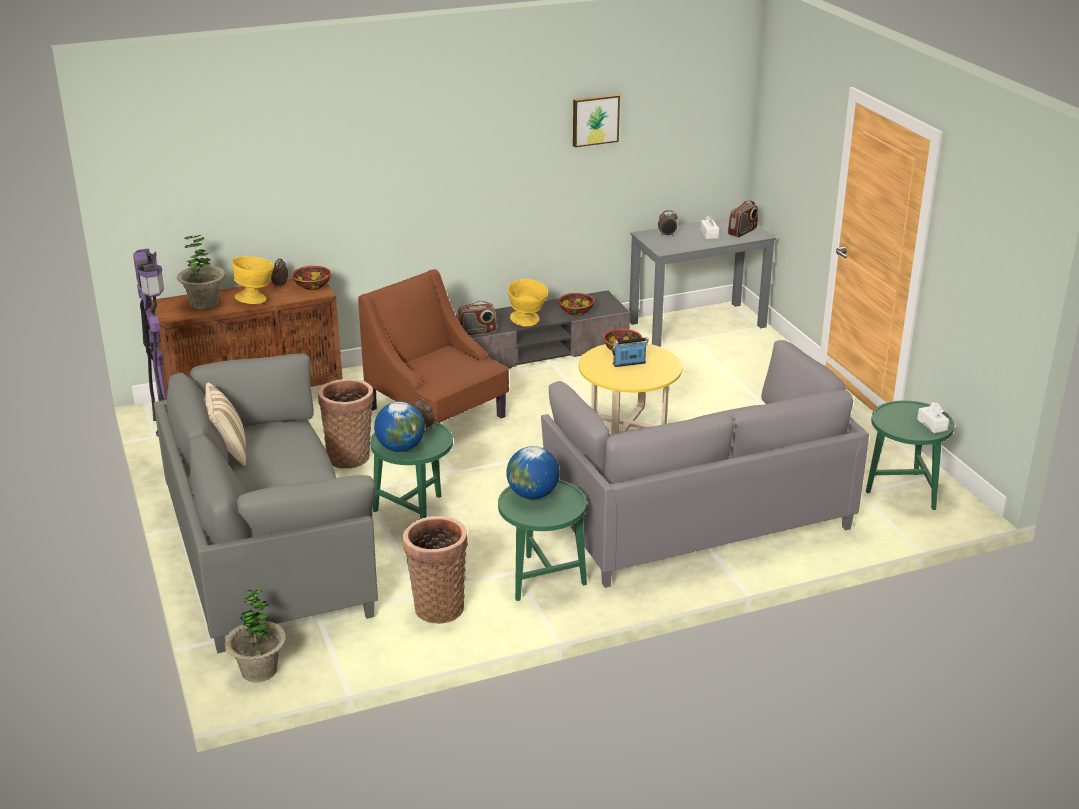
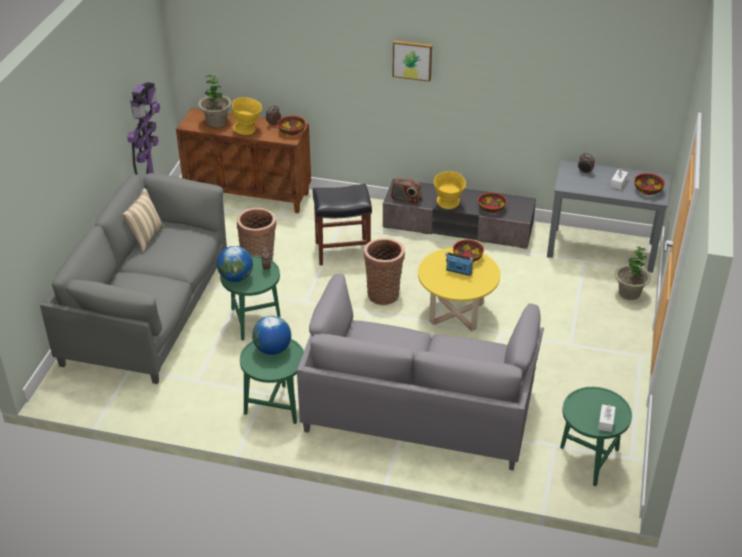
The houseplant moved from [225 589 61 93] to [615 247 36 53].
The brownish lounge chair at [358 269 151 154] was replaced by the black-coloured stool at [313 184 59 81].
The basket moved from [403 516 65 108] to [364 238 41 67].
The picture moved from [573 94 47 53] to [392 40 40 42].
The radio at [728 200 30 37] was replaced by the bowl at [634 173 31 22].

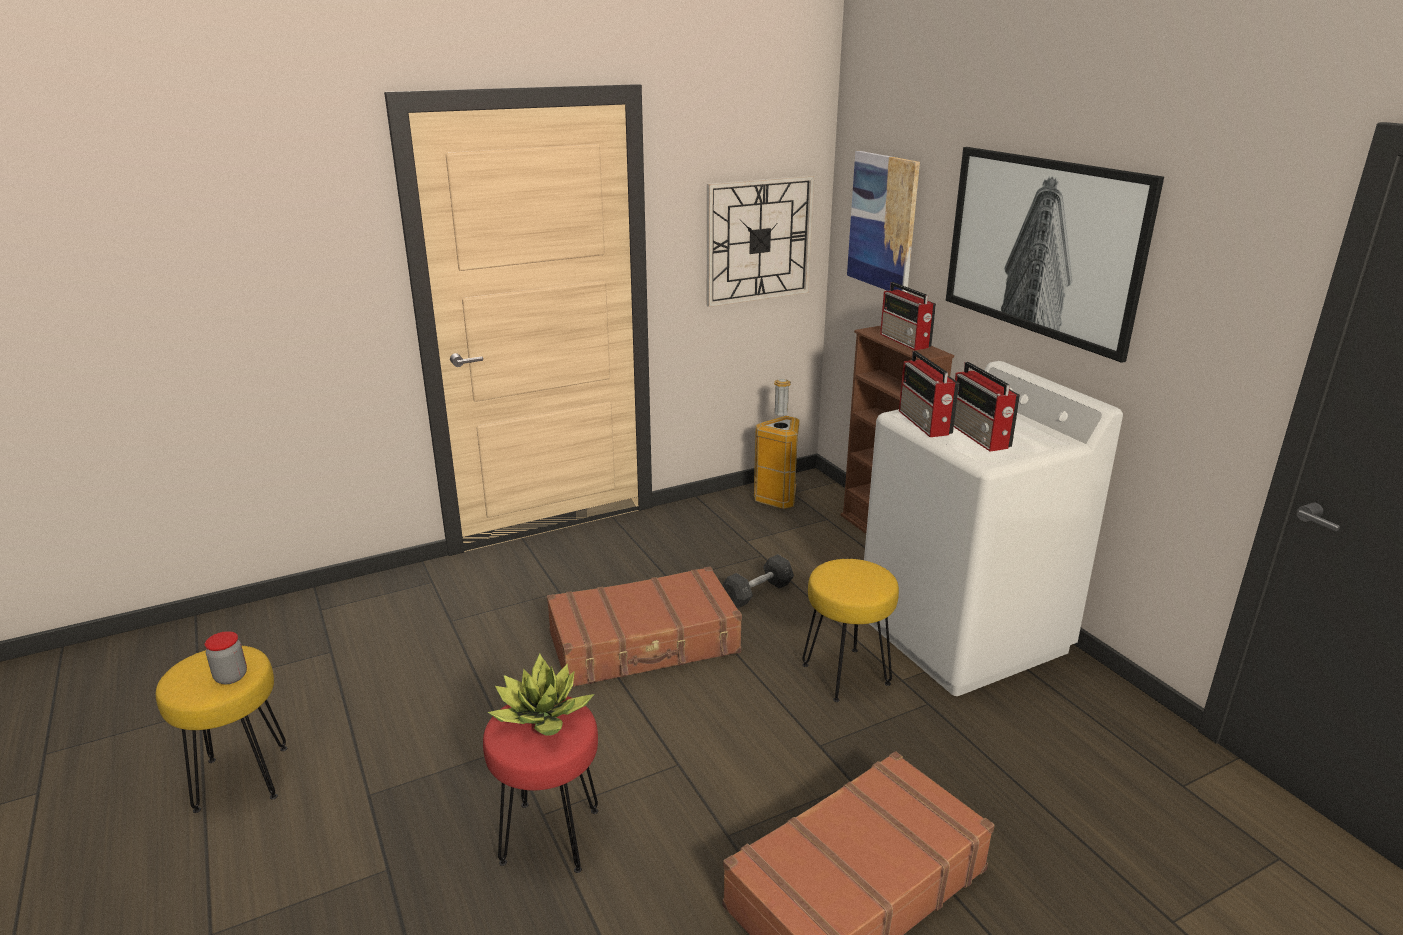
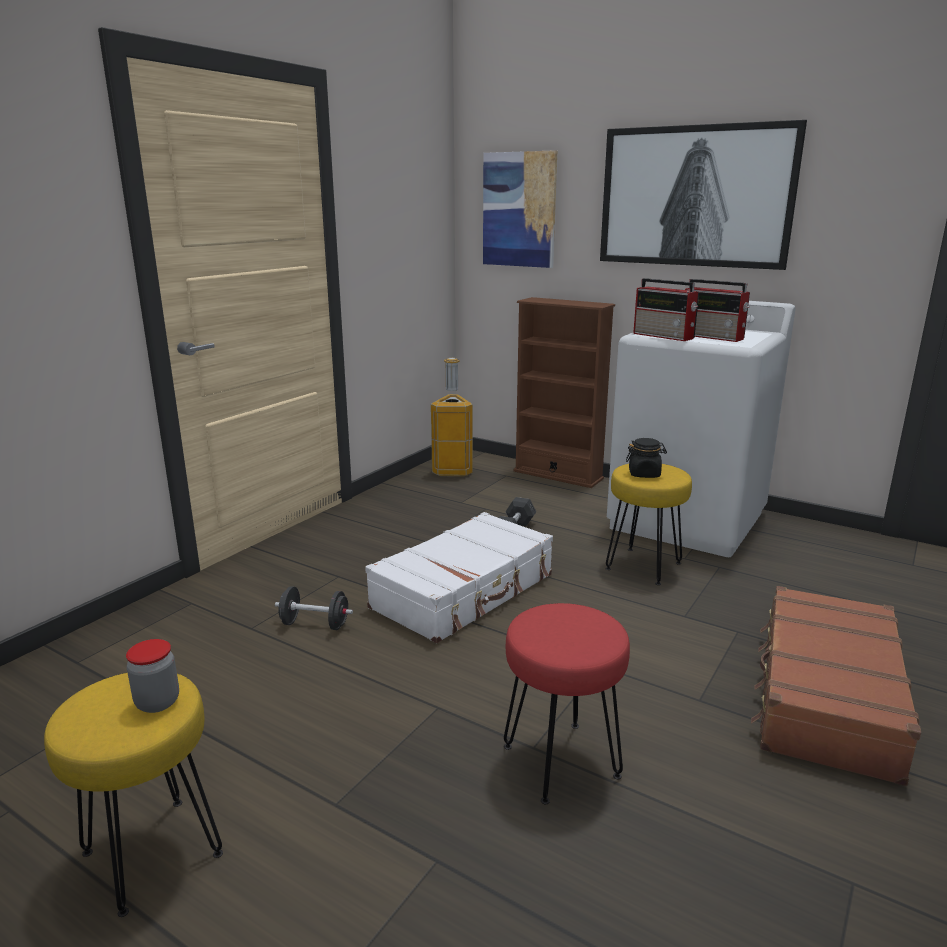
The houseplant at [488 654 106 82] disappeared.
The brownish suitcase at [547 566 195 121] became the white suitcase at [365 512 188 131].
The hanging clock at [707 175 107 132] disappeared.
The radio at [880 282 56 68] disappeared.
The black-coloured hand weight at [275 586 78 44] appeared.
The black-coloured storage jar at [626 438 41 40] appeared.

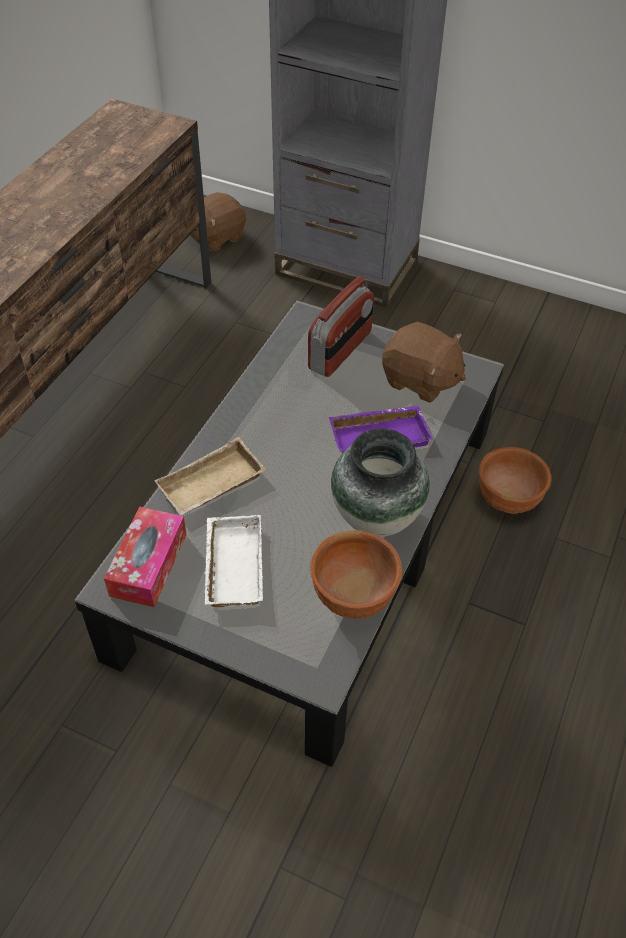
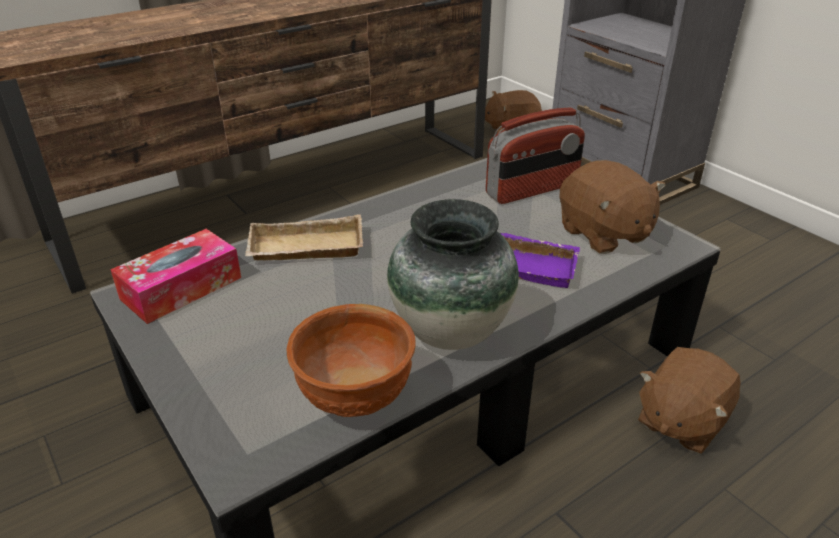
The white tray at [205 515 58 92] disappeared.
The brownish bowl at [479 447 72 67] was replaced by the brownish cuddly toy at [638 347 103 107].

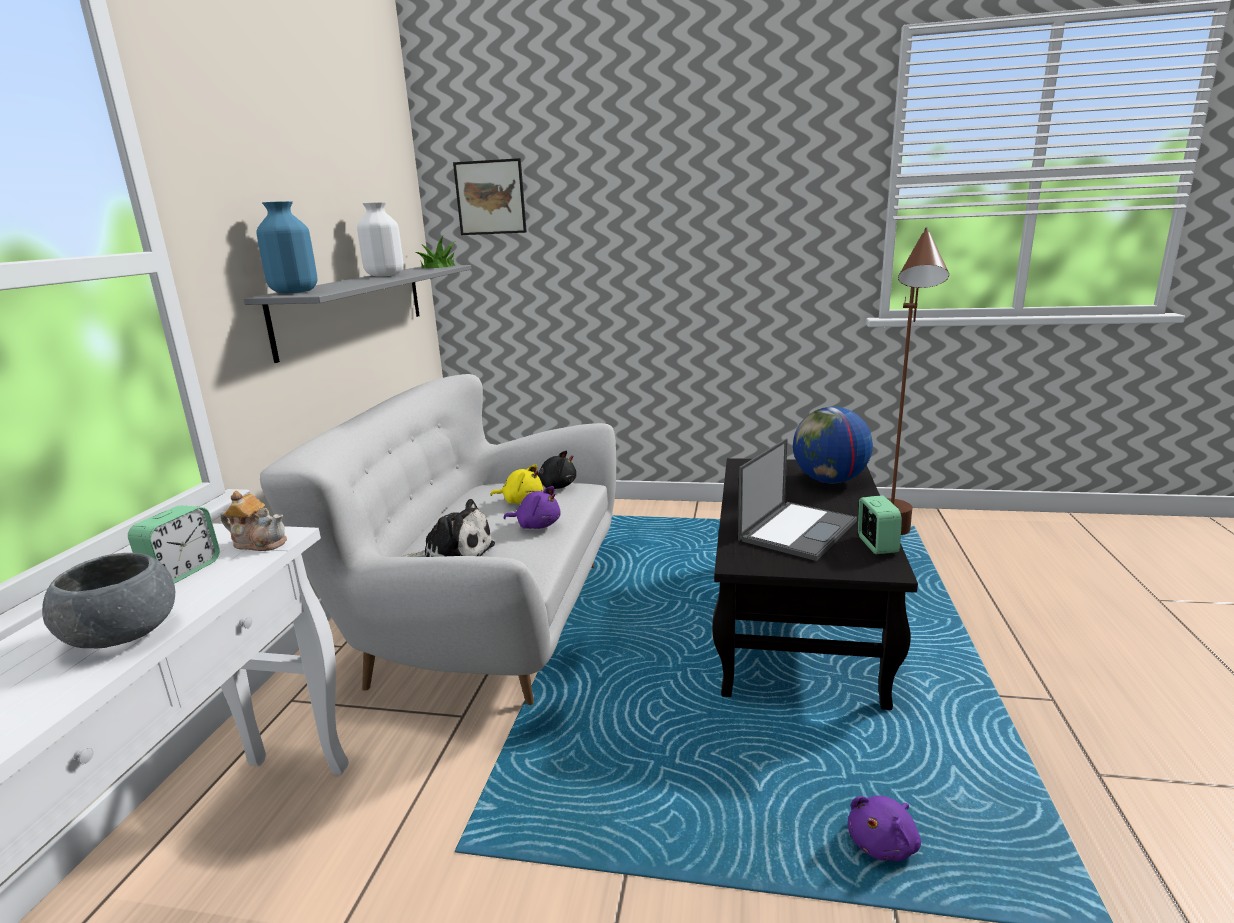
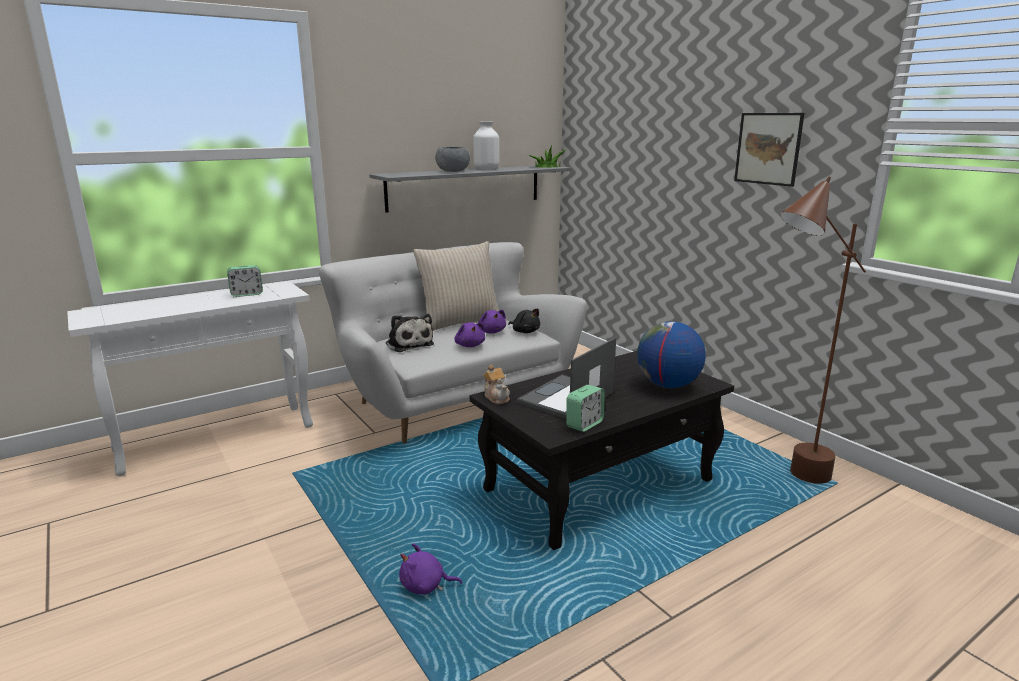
The greyish bowl moved from [42 553 133 95] to [435 147 35 25].
The pot for tea moved from [220 491 67 60] to [483 364 27 40].
The blue flower vase at [256 201 61 92] disappeared.
The picture moved from [453 158 74 77] to [734 113 71 74].
The yellow cuddly toy at [490 464 53 40] became the purple cuddly toy at [478 310 28 23].
The portable computer at [738 438 119 123] turned 135 degrees clockwise.
The beige-coloured cushion at [413 241 86 90] appeared.

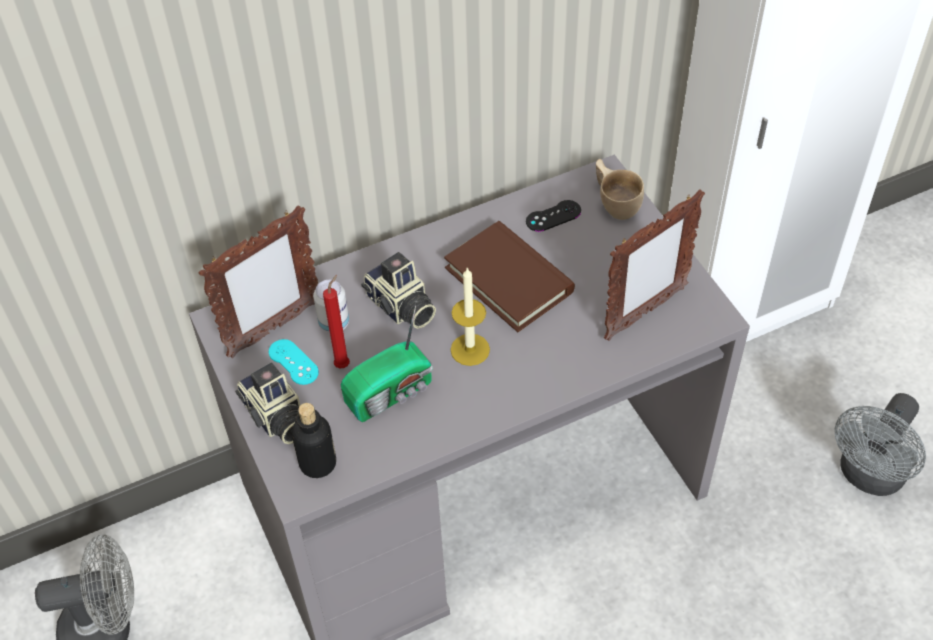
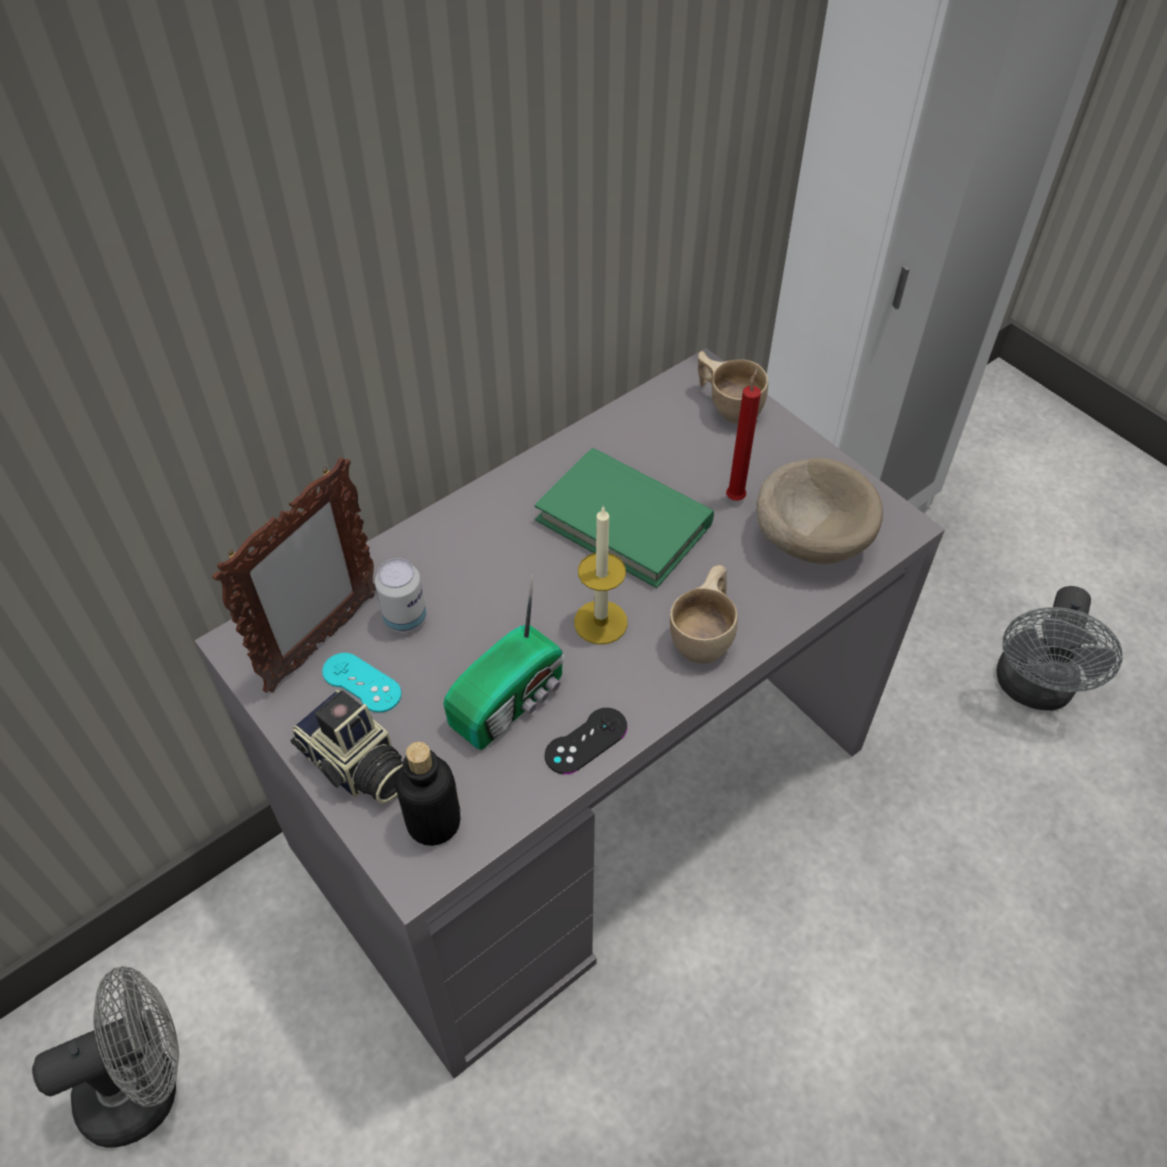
The reddish wax candle moved from [323 275 27 94] to [726 366 35 135].
The photo camera at [361 252 75 77] disappeared.
The brownish book at [444 221 131 111] became the green-coloured book at [535 448 179 140].
The black-coloured gamepad moved from [526 200 55 32] to [545 708 83 66].
The standing frame at [604 190 101 151] was replaced by the beige-coloured bowl at [756 458 127 106].
The beige-coloured cup at [670 565 68 99] appeared.

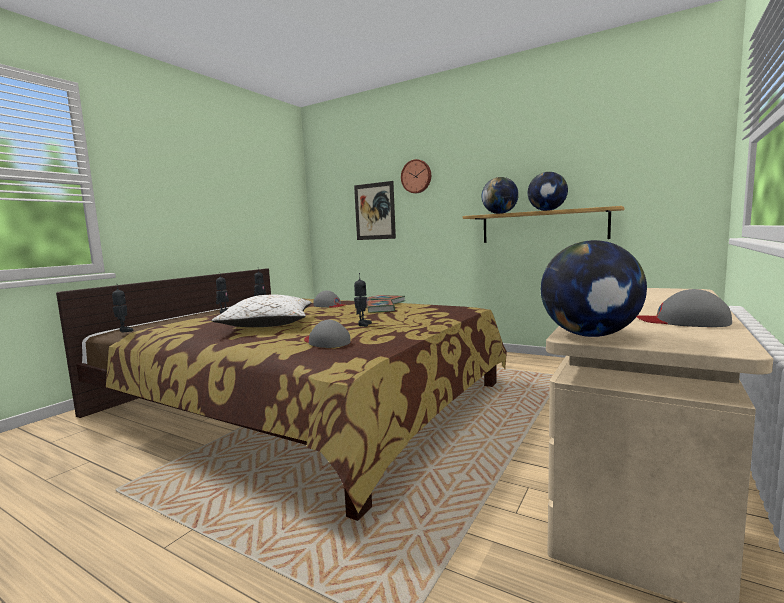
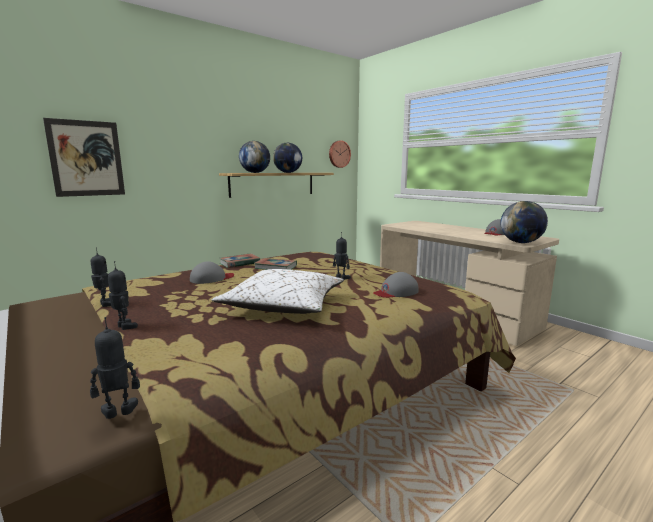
The hanging clock moved from [401 159 30 34] to [329 141 22 27].

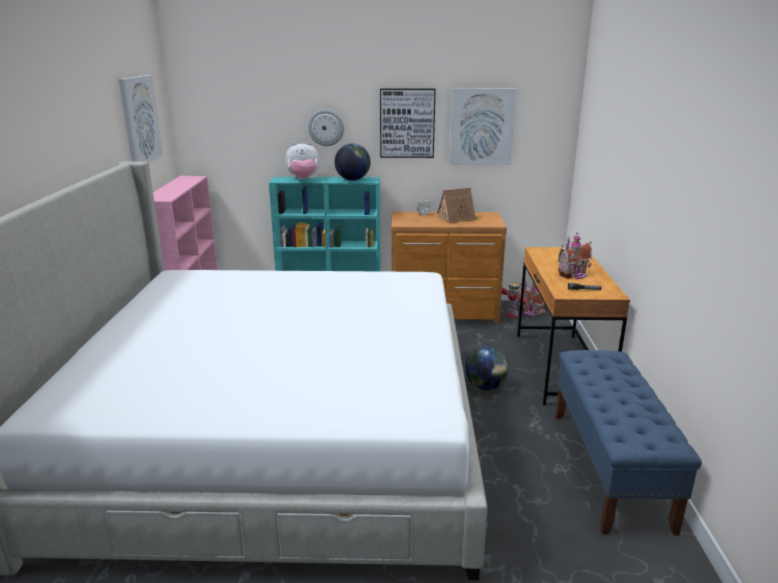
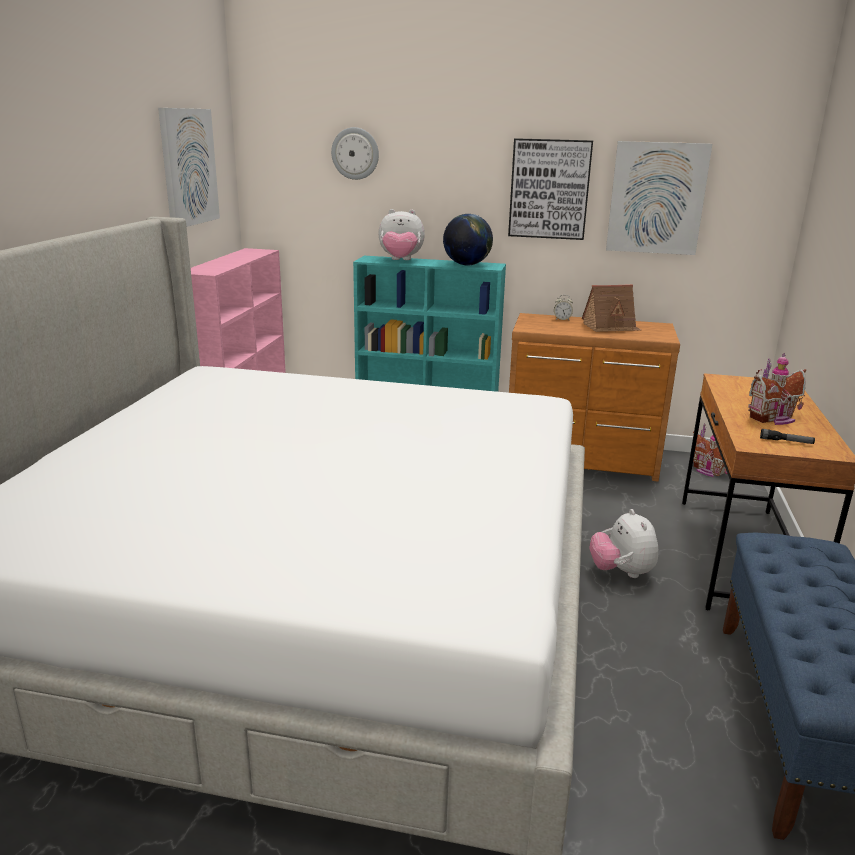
The hanging clock moved from [308 109 36 37] to [331 127 48 53].
The desk globe at [465 347 44 43] was replaced by the cuddly toy at [589 509 69 69].
The model robot at [502 282 27 36] disappeared.

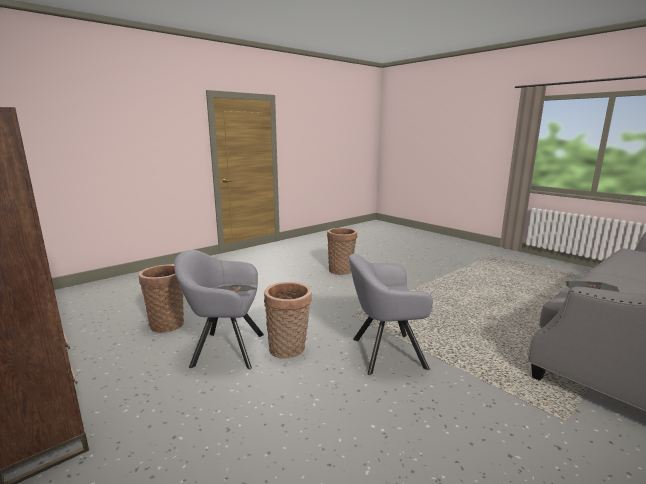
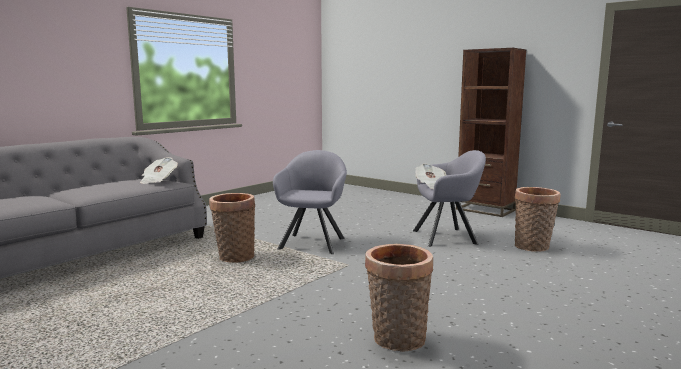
The basket moved from [264 282 48 77] to [209 193 46 70].
The greyish lounge chair at [349 254 84 121] turned 60 degrees counterclockwise.

